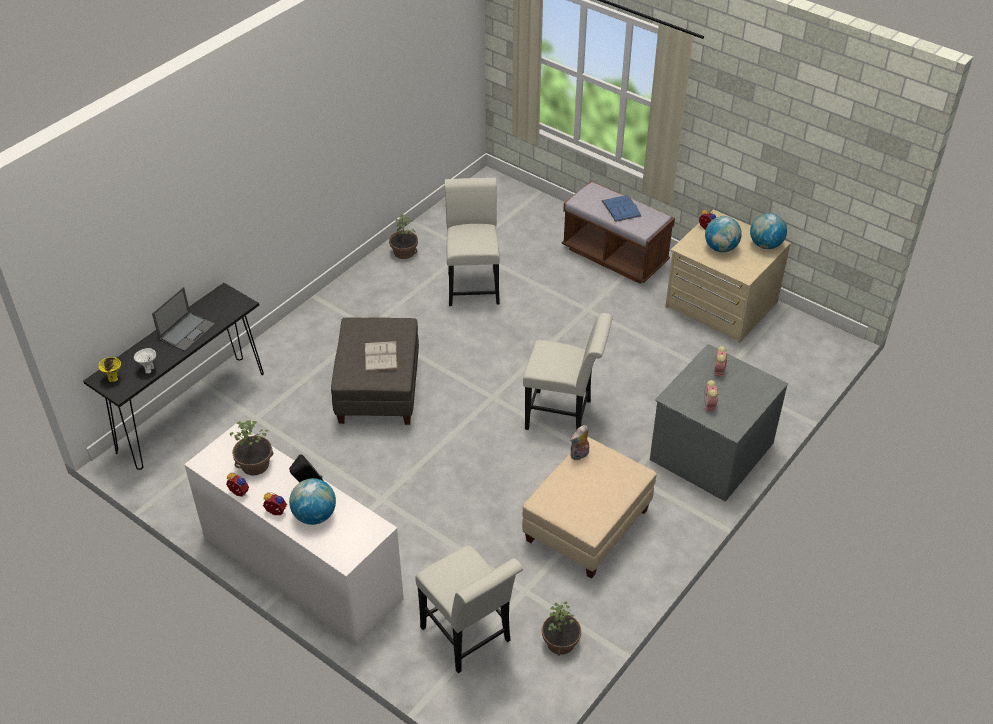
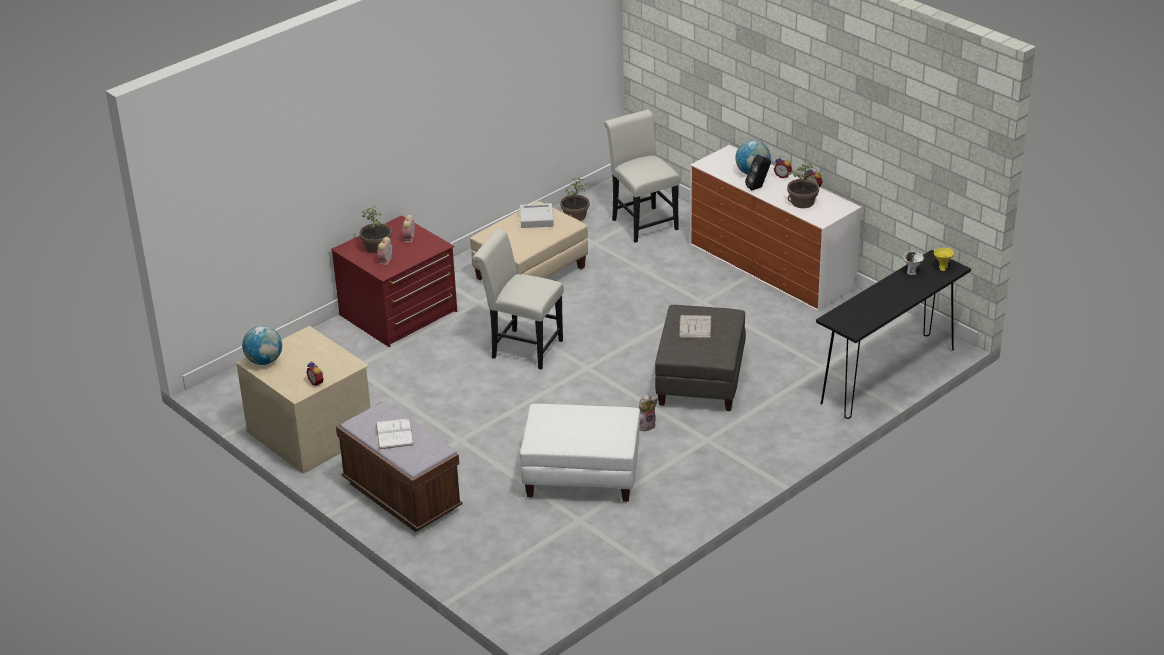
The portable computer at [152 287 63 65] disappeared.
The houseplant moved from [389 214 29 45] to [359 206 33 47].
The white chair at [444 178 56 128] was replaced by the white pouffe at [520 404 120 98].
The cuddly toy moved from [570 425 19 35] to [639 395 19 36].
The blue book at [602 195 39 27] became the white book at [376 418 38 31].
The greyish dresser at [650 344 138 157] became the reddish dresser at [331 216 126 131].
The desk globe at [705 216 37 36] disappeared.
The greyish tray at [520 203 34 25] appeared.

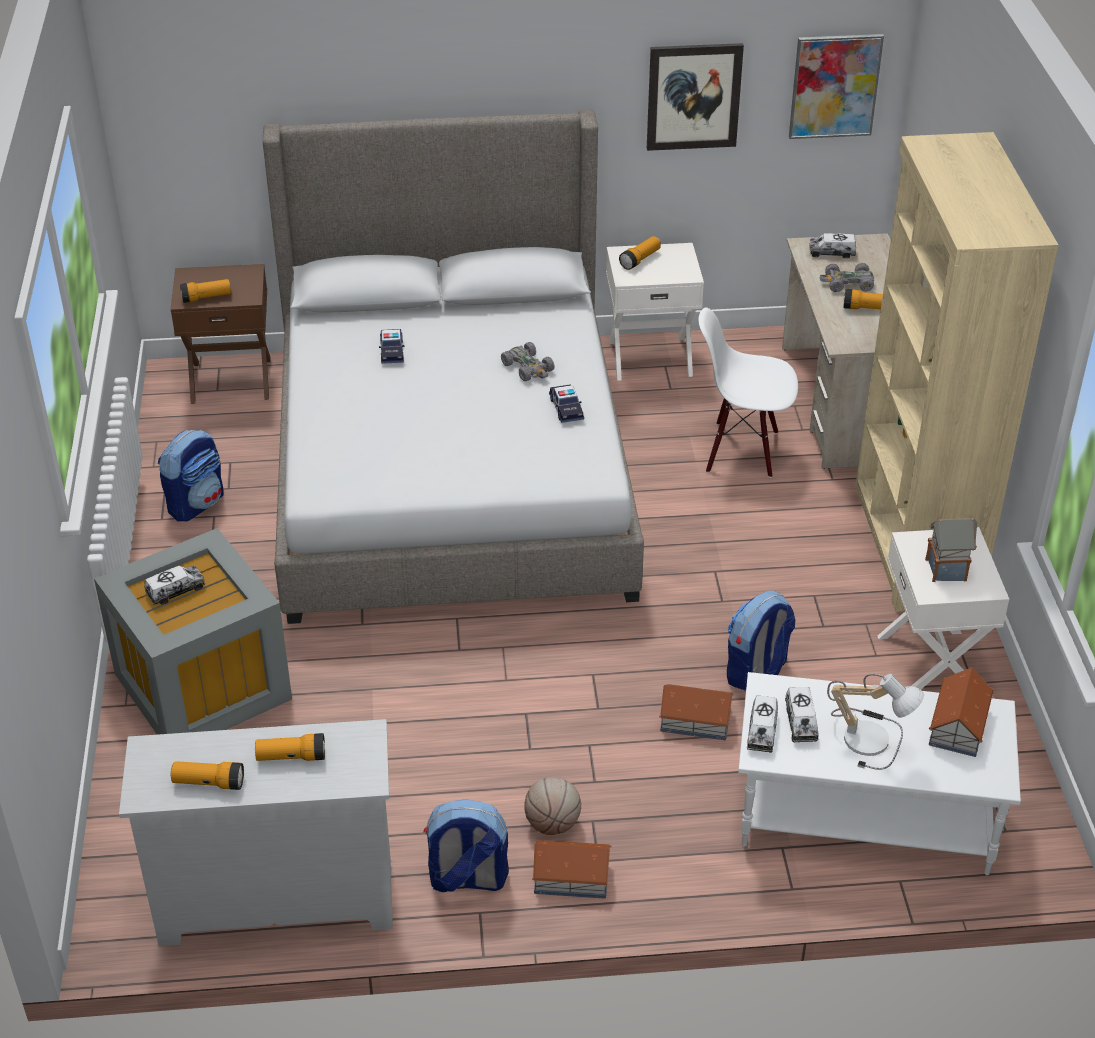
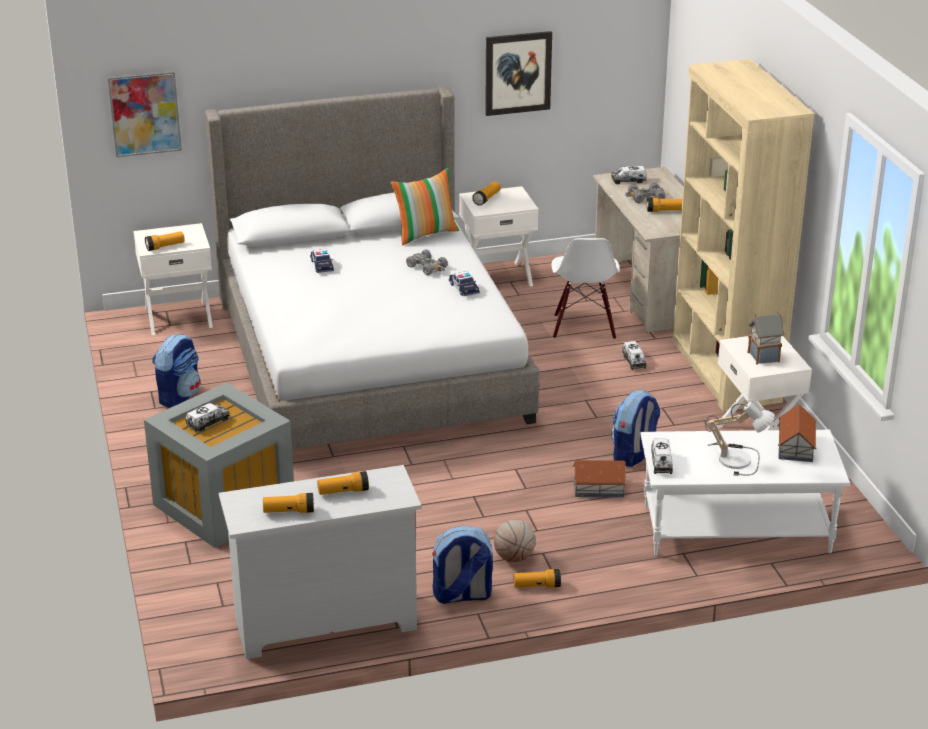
The brownish nightstand at [170 264 101 140] became the white nightstand at [133 223 80 112].
The toy house at [532 840 79 59] was replaced by the flashlight at [514 569 47 19].
The white chair at [698 307 100 171] turned 90 degrees counterclockwise.
The toy truck moved from [785 687 34 55] to [622 341 25 29].
The picture moved from [789 34 95 105] to [108 71 74 86].
The cushion at [391 168 68 77] appeared.

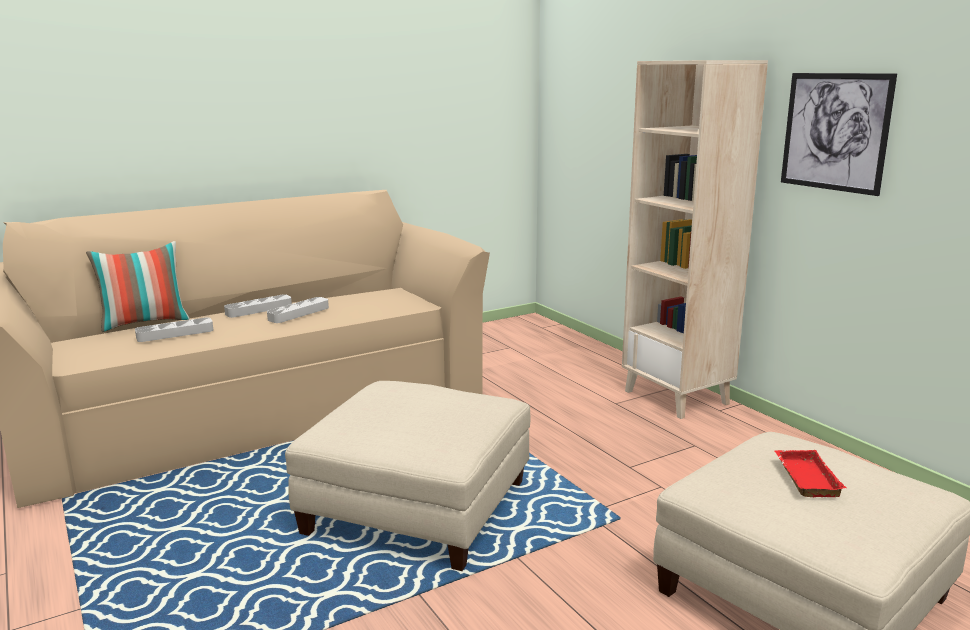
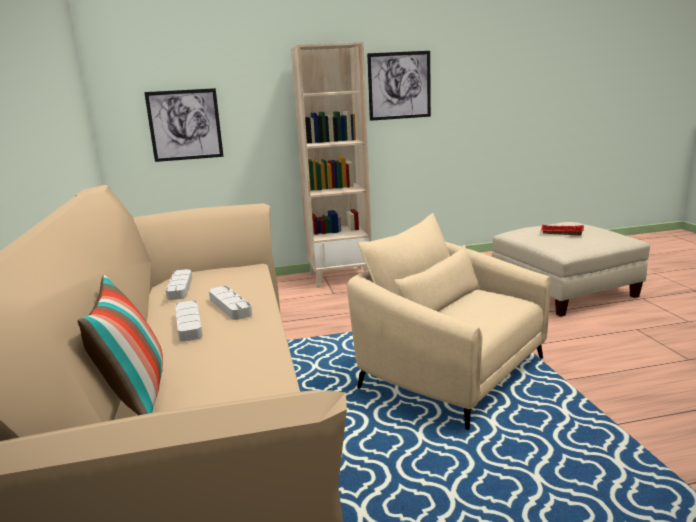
The greyish tray moved from [135 318 78 24] to [165 269 27 31].
The beige-coloured pouffe at [285 381 245 190] was replaced by the beige-coloured lounge chair at [347 213 204 217].
The picture at [144 88 80 74] appeared.

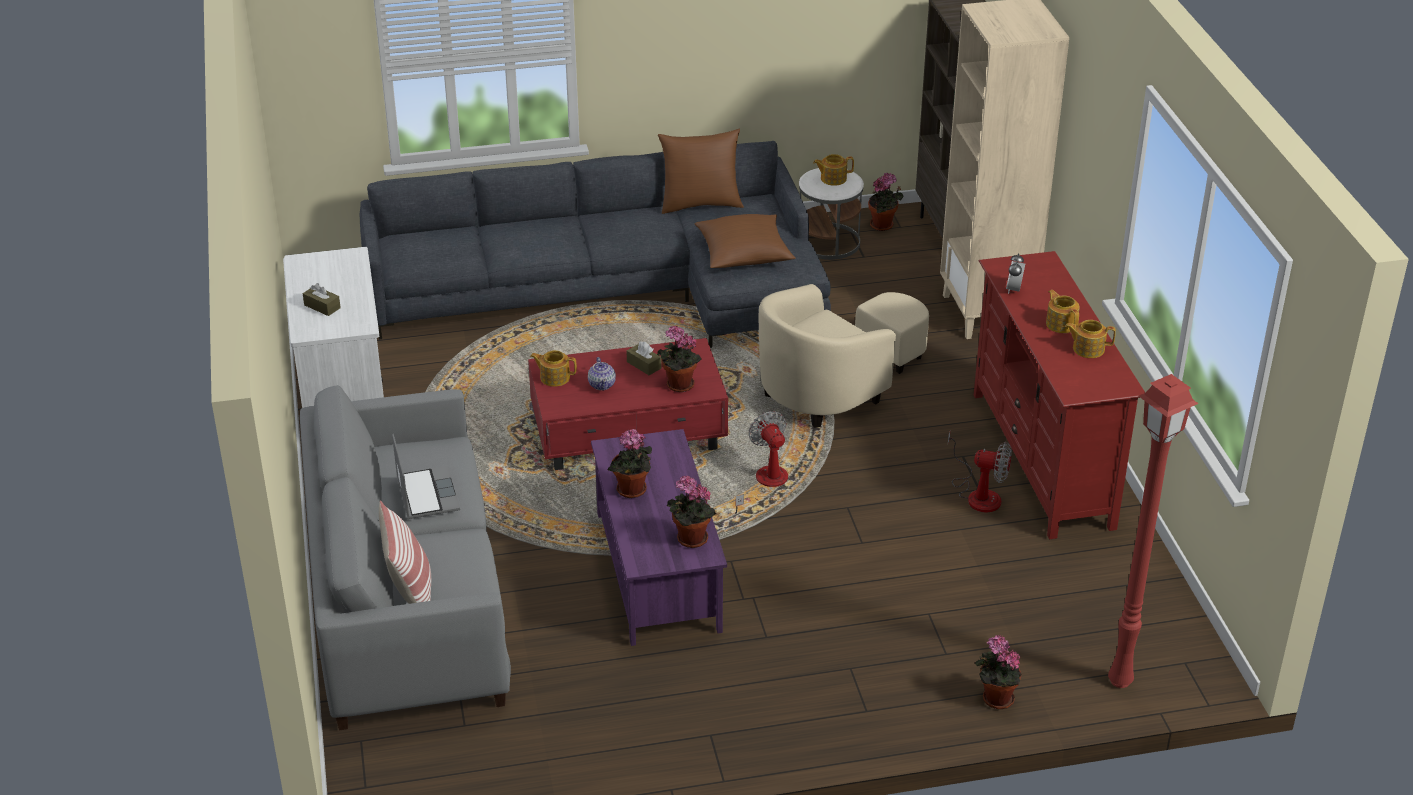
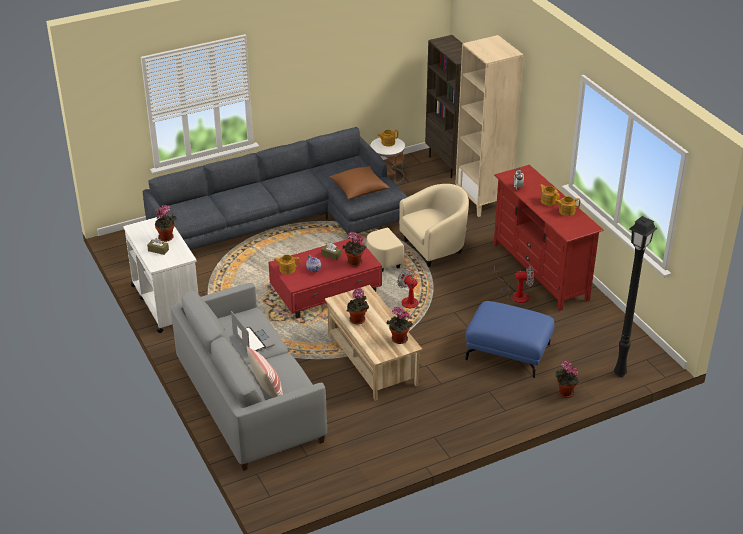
The purple lounge table at [591 429 136 217] became the beige-coloured lounge table at [325 285 97 116].
The brownish cushion at [658 129 86 85] disappeared.
The beige-coloured lounge chair at [758 284 171 144] turned 150 degrees counterclockwise.
The houseplant moved from [868 173 35 58] to [155 205 22 37].
The reddish standard lamp at [1108 374 91 314] became the black-coloured standard lamp at [614 216 44 161].
The blue pouffe at [465 301 89 77] appeared.

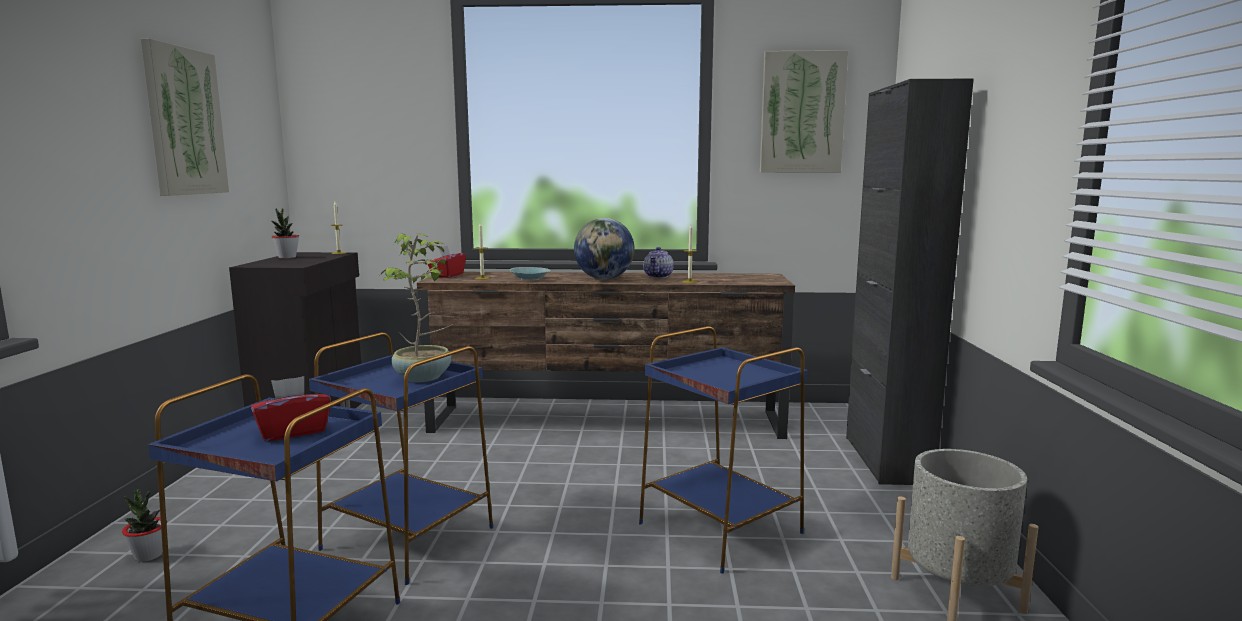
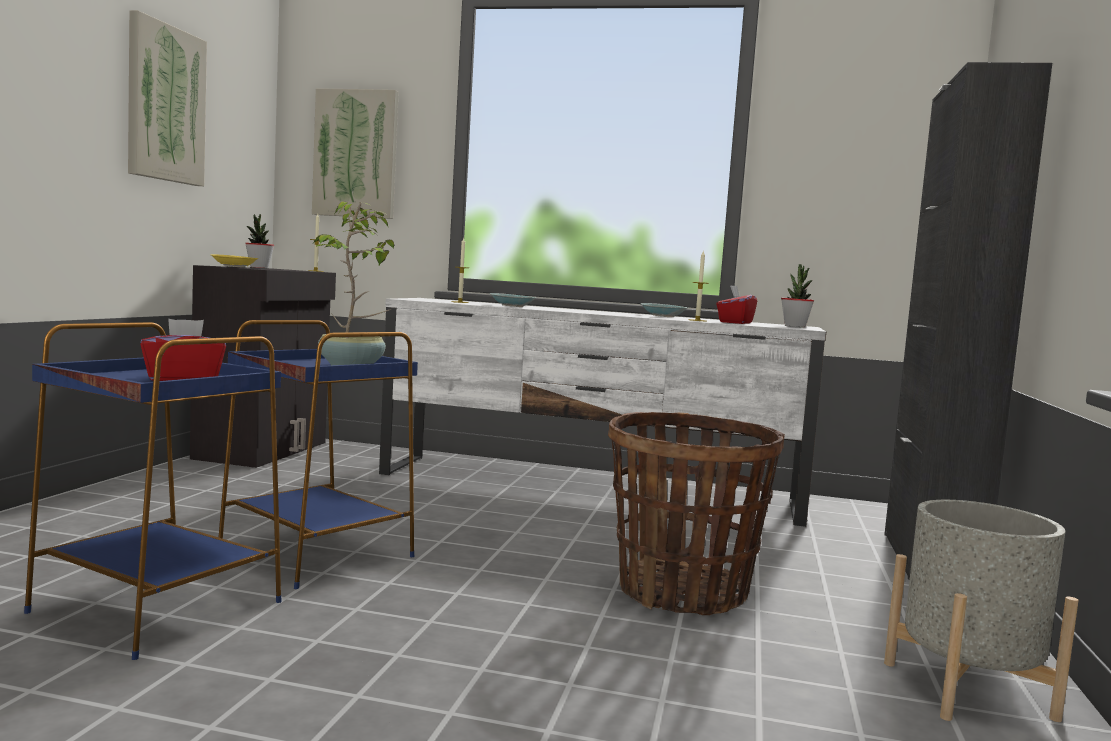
The houseplant moved from [122 489 45 73] to [781 264 33 64].
The brownish media console at [417 272 378 167] became the white media console at [379 298 447 229].
The reddish tissue holder moved from [428 246 38 32] to [716 285 41 39].
The desk globe at [574 218 61 62] disappeared.
The blue end table at [639 326 169 247] was replaced by the basket at [608 412 177 203].
The pot for tea at [643 247 31 31] was replaced by the turquoise bowl at [640 303 48 14].
The picture moved from [760 50 88 122] to [312 88 87 131].
The yellow bowl at [211 254 48 14] appeared.

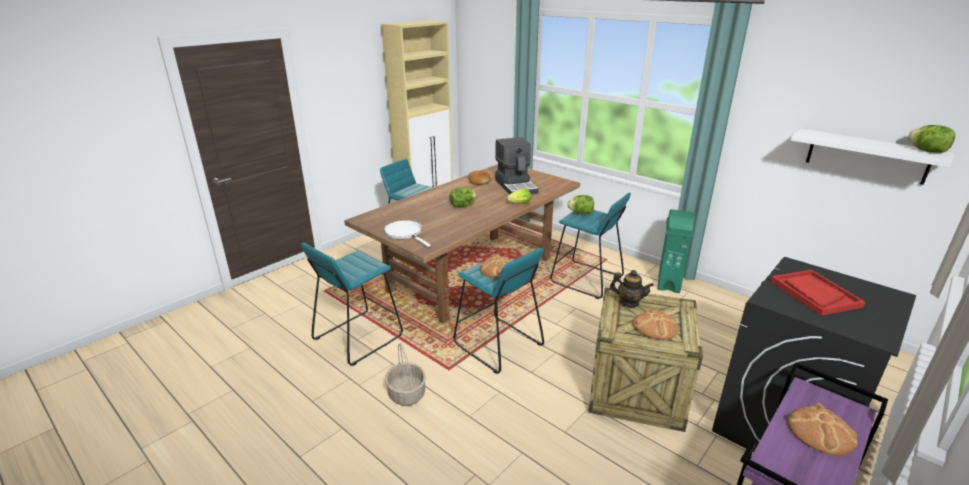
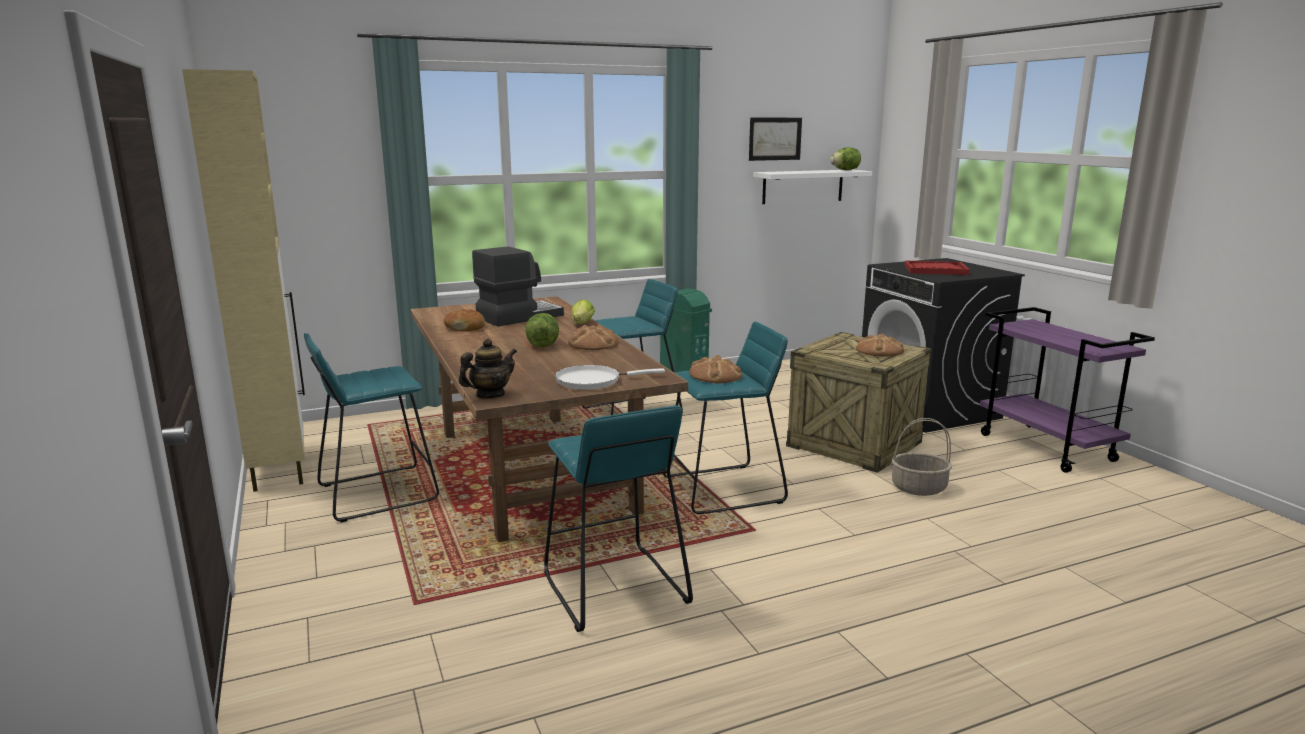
The basket moved from [385 343 41 63] to [892 418 60 78].
The coffee brewer at [495 137 44 58] turned 45 degrees counterclockwise.
The head of lettuce at [567 195 27 19] disappeared.
The pot for tea moved from [610 270 44 37] to [459 338 58 60].
The baked bread moved from [788 403 69 53] to [568 325 51 25].
The picture at [749 118 53 43] appeared.

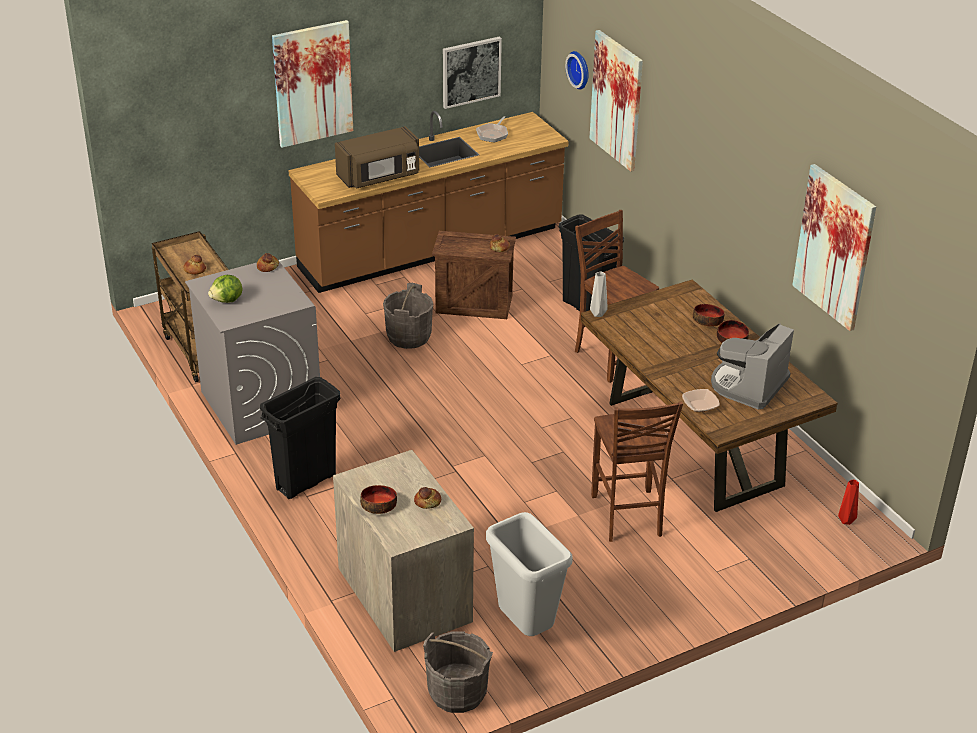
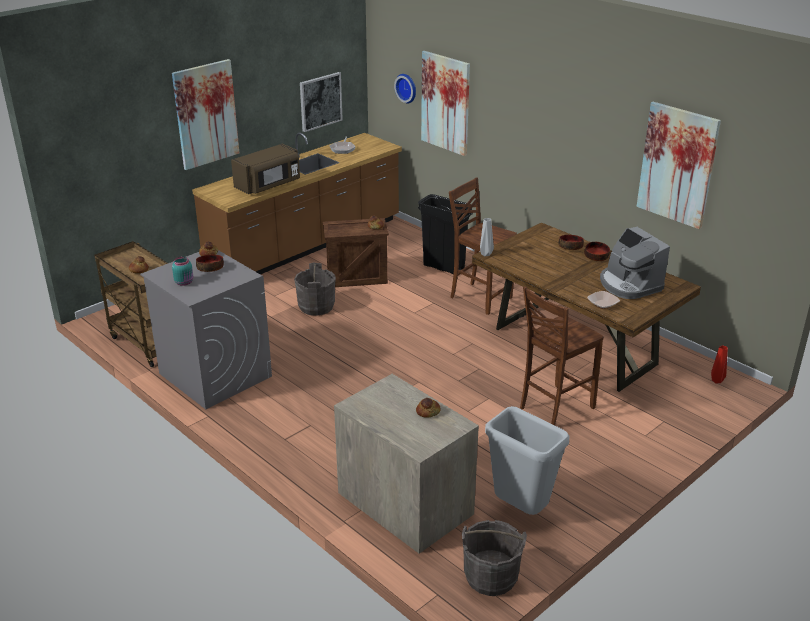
The head of lettuce at [208 275 34 28] was replaced by the turquoise storage jar at [172 257 21 29].
The black-coloured rubbish bin at [260 377 80 122] disappeared.
The bowl moved from [360 485 37 29] to [196 254 28 18].
The brownish chair at [591 401 92 141] turned 75 degrees clockwise.
The coffee brewer at [711 323 83 86] turned 45 degrees counterclockwise.

